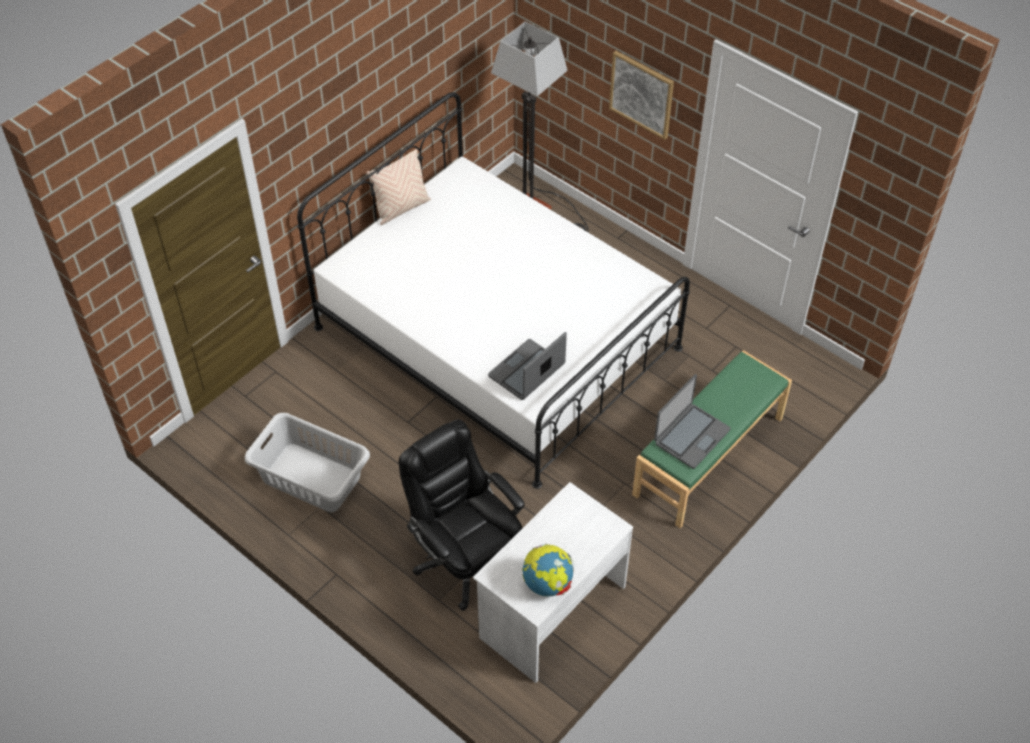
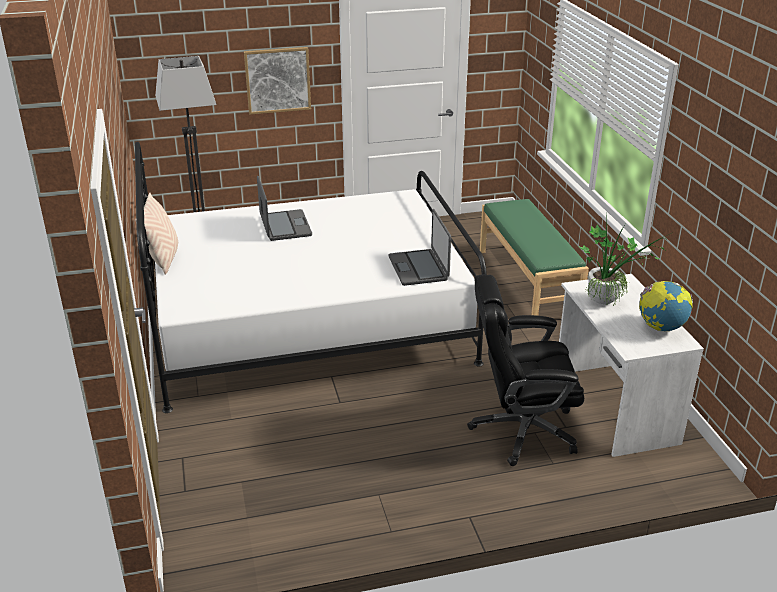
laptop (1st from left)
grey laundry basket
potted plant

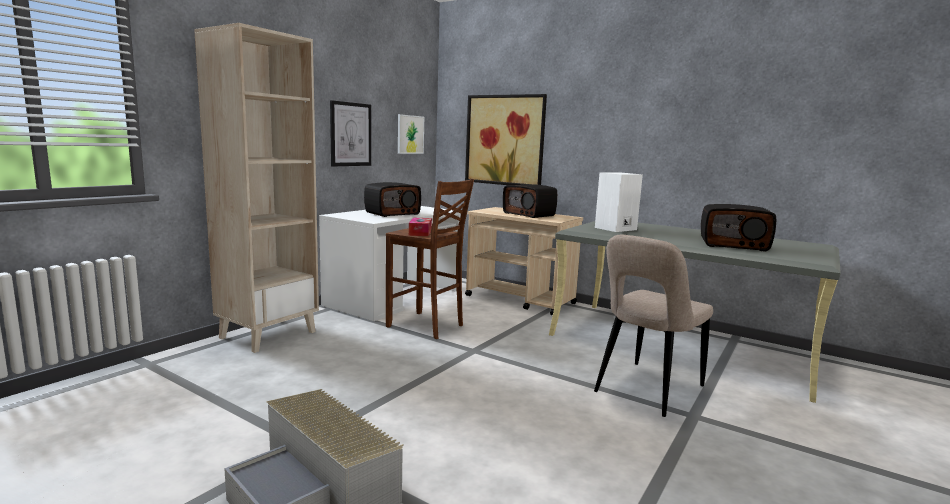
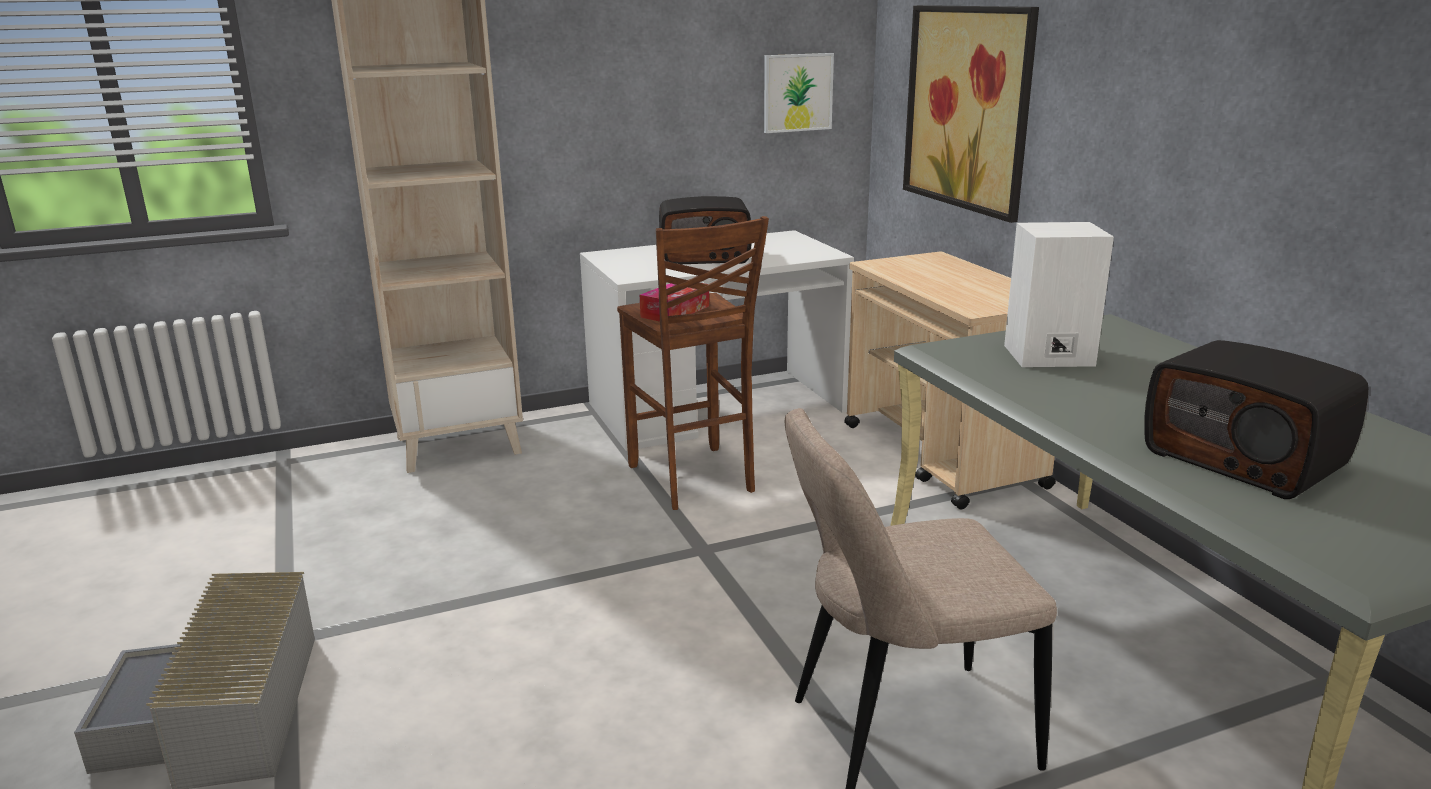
picture (1st from left in the first image)
radio (2nd from left in the first image)

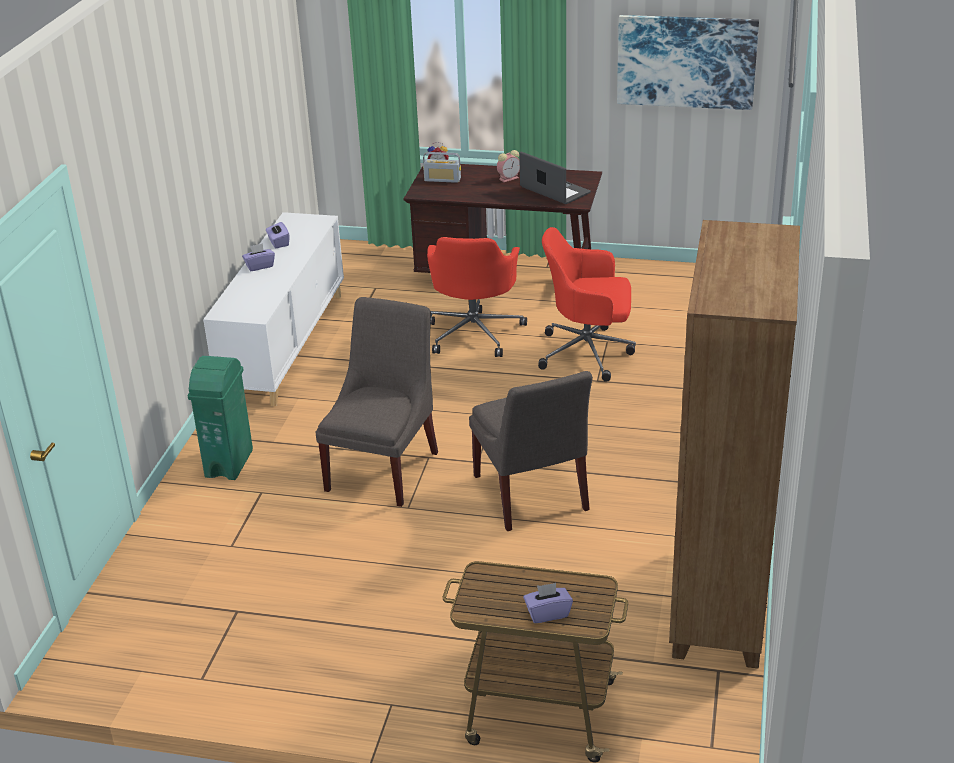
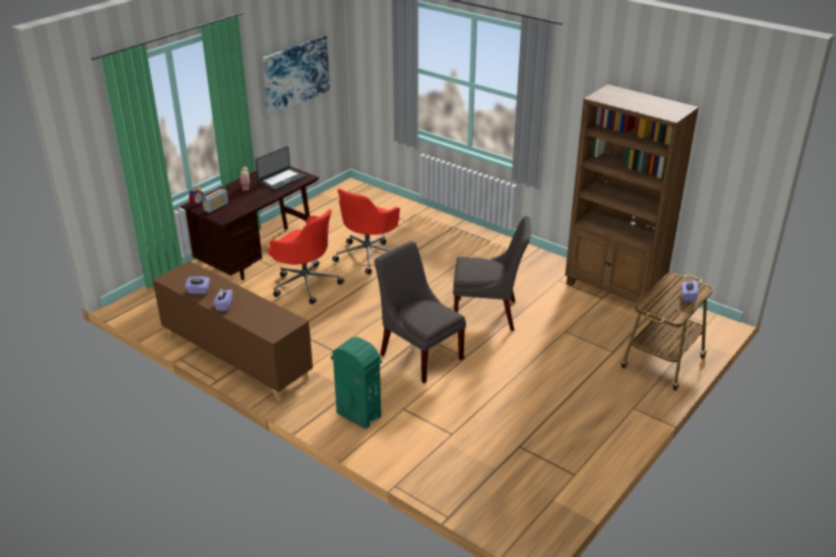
laptop
brown cabinet

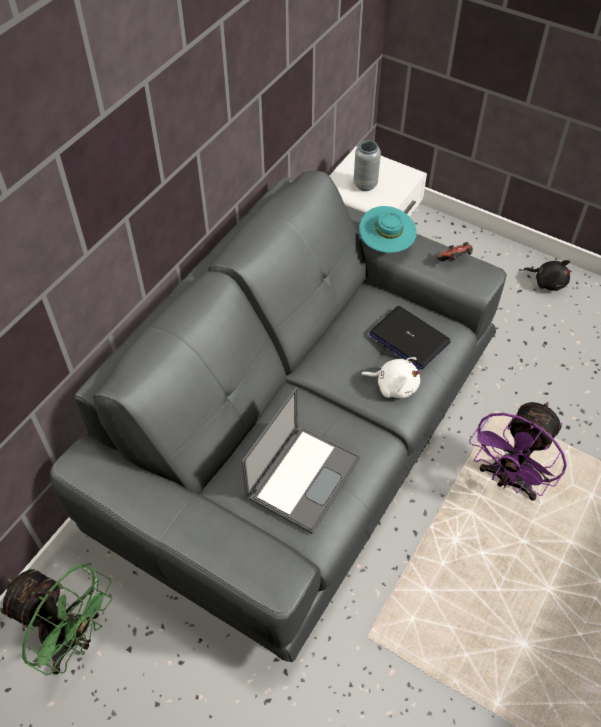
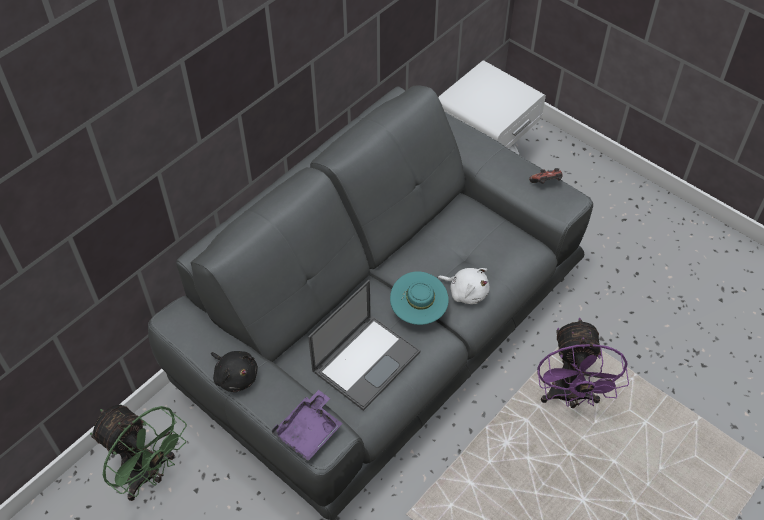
grey vase
turquoise hat
black plush toy
laptop (2nd from left in the first image)
purple fan
purple tray

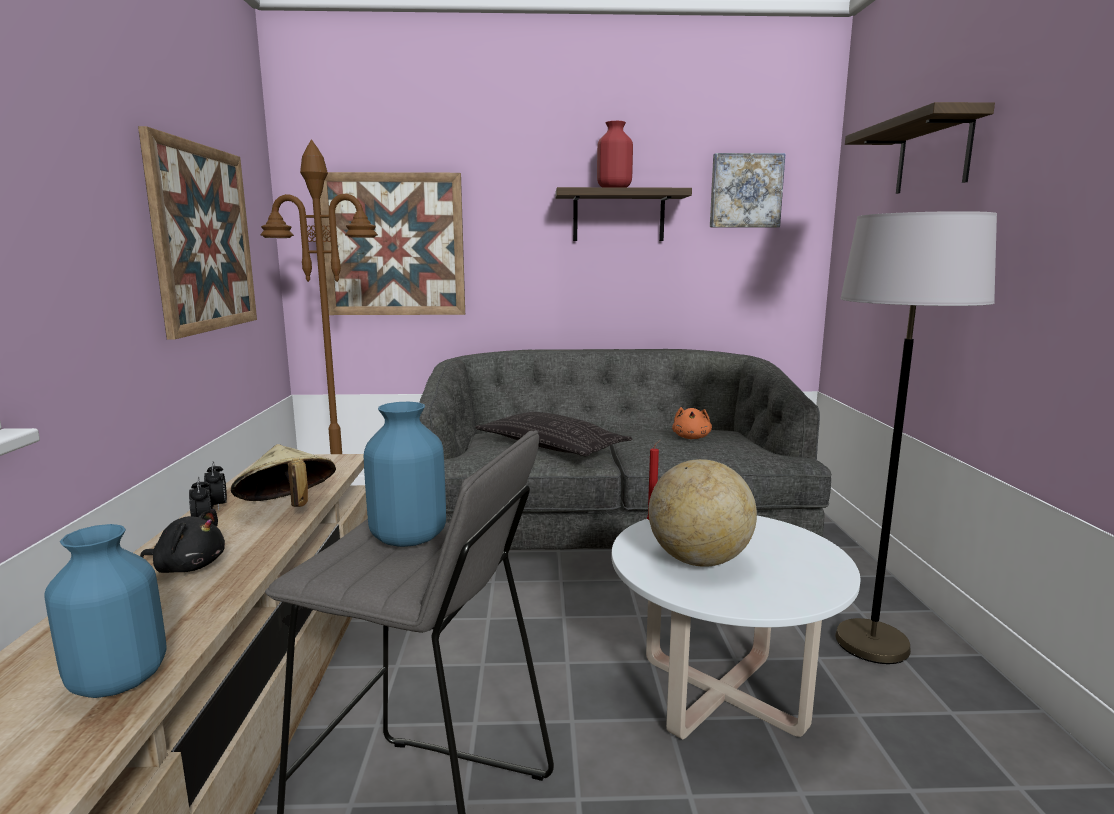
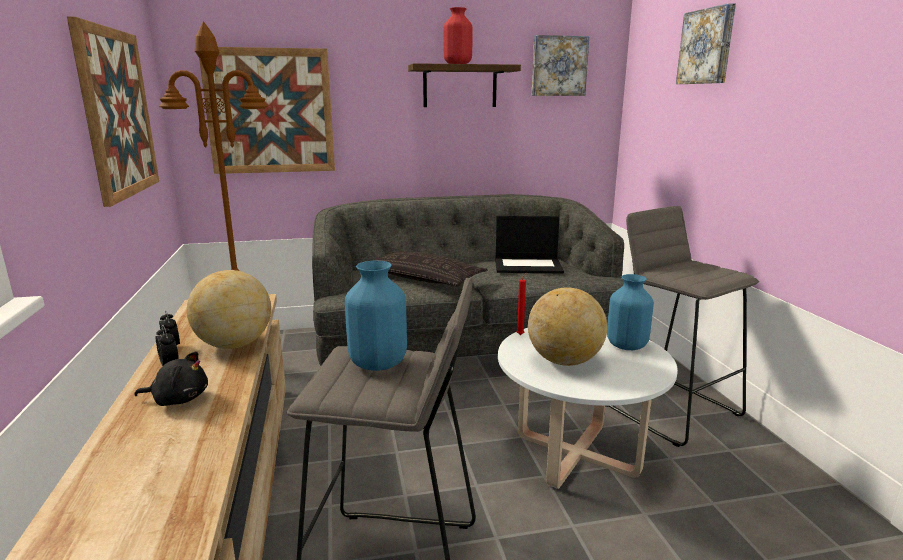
picture (4th from left)
grey stool (2nd from left)
laptop
globe (1st from left)
blue vase (2nd from left)

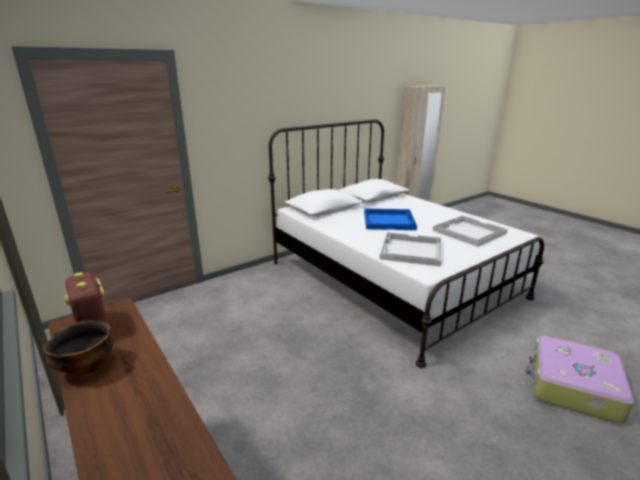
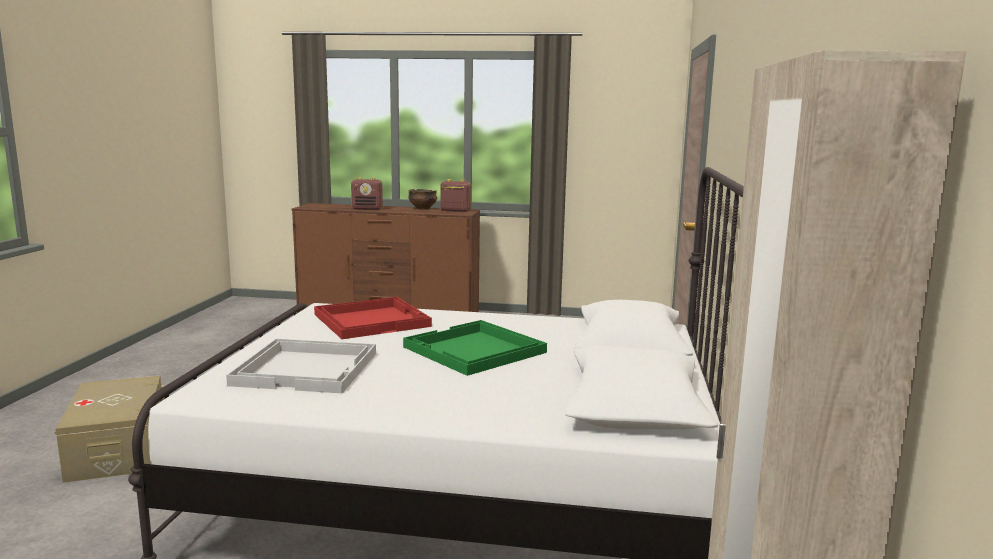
green tray
red tray
beige storage box
radio (1st from left)

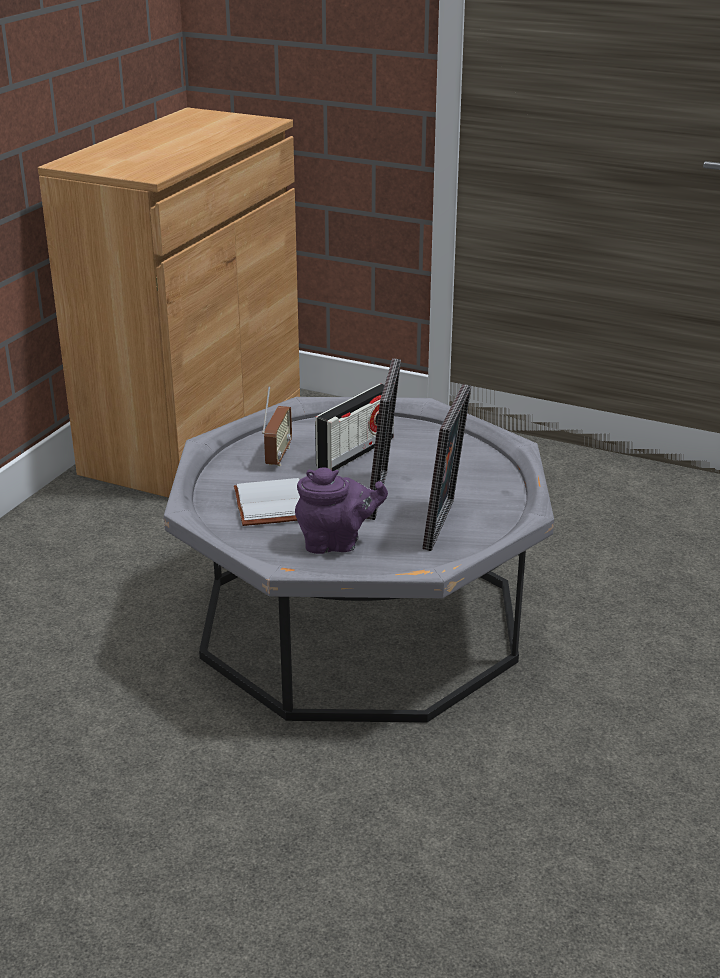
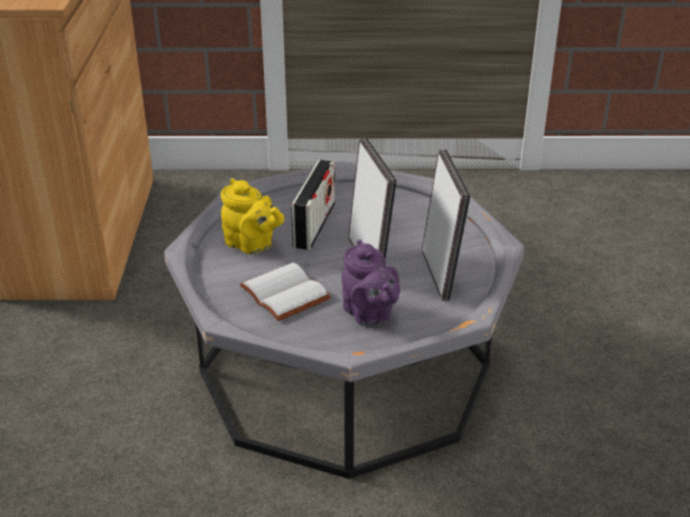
yellow teapot
purple teapot

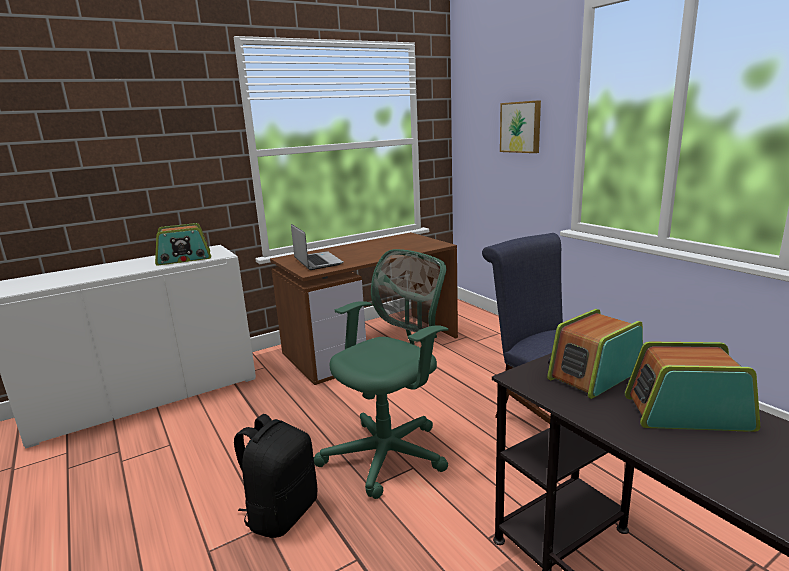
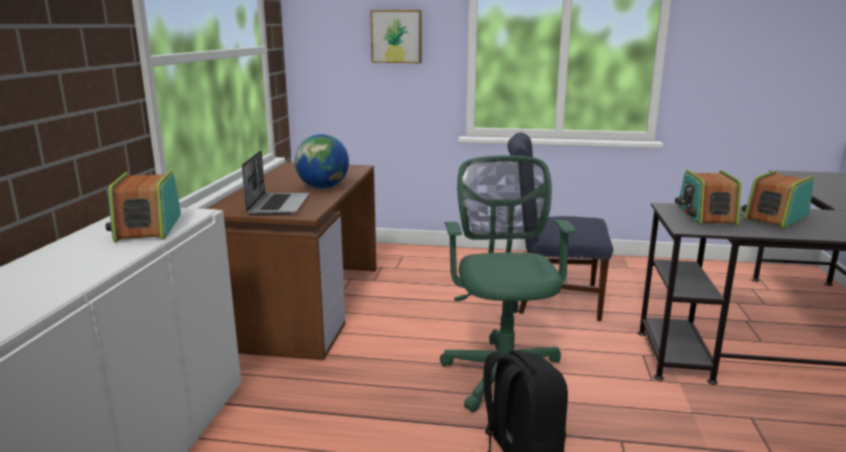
radio (1st from left)
laptop
globe

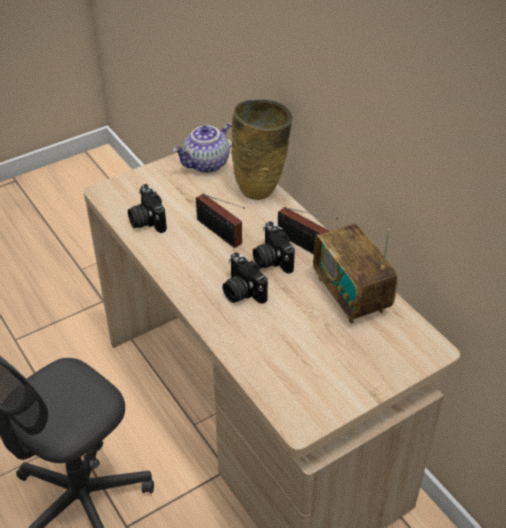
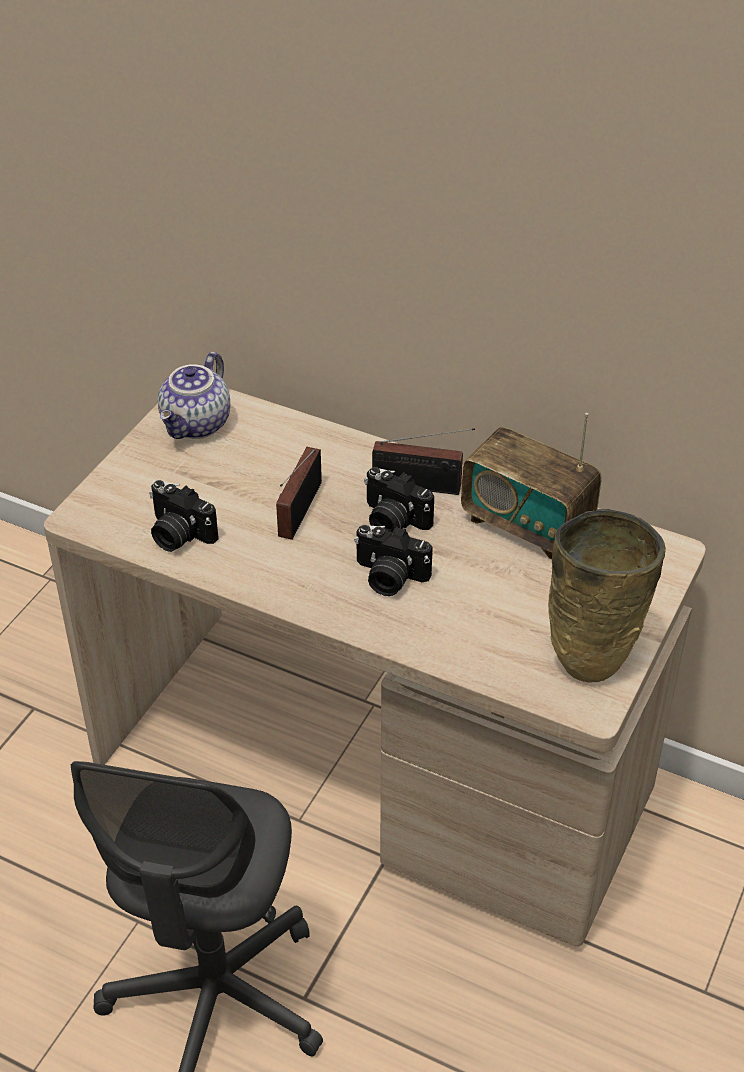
beige vase
radio (1st from left)

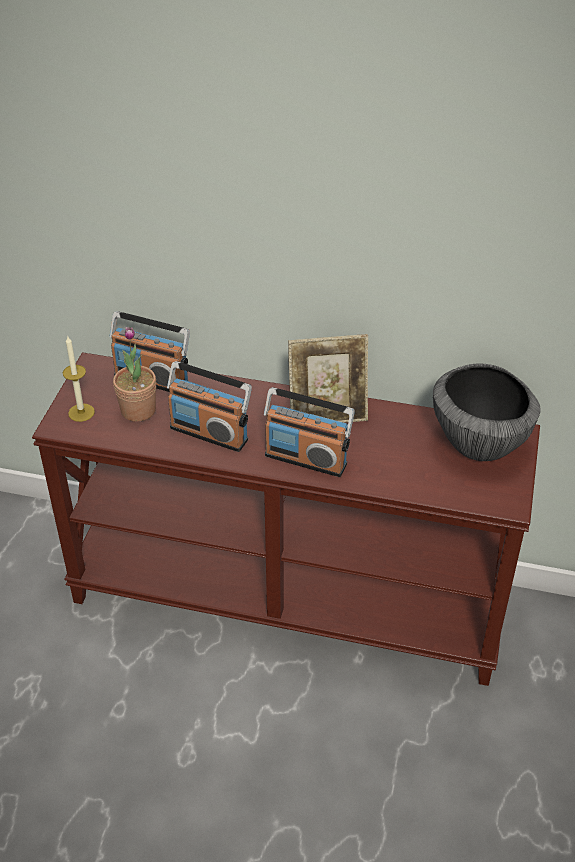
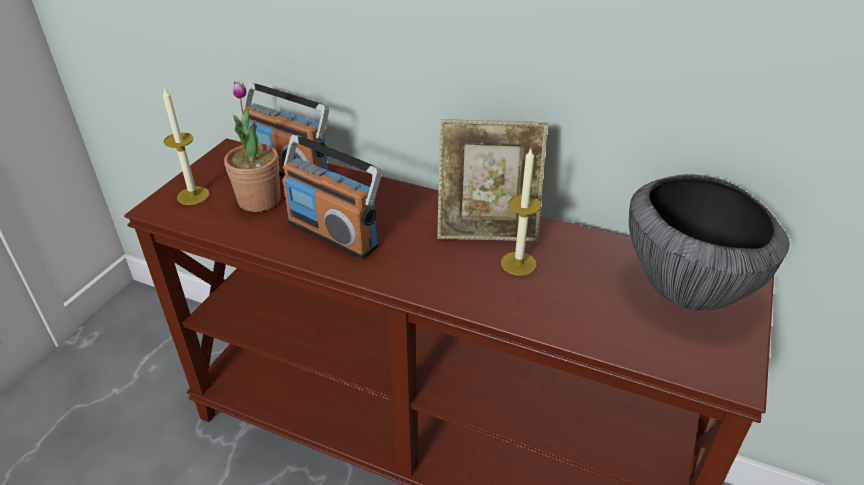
radio (3rd from left in the first image)
candle (2nd from left)

